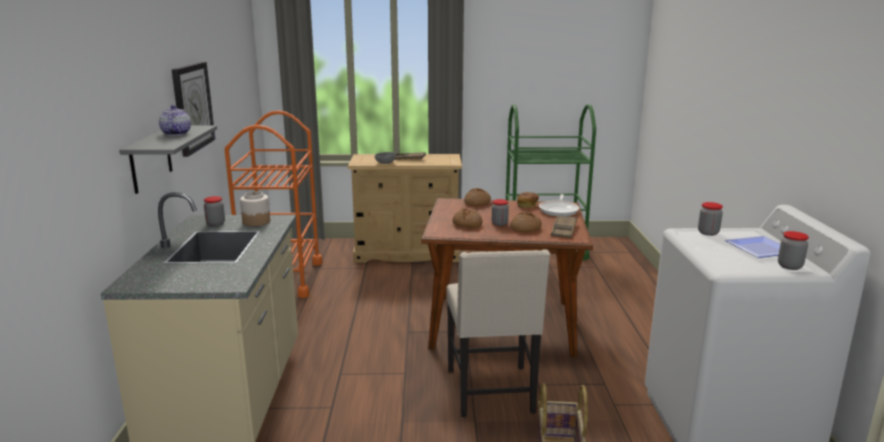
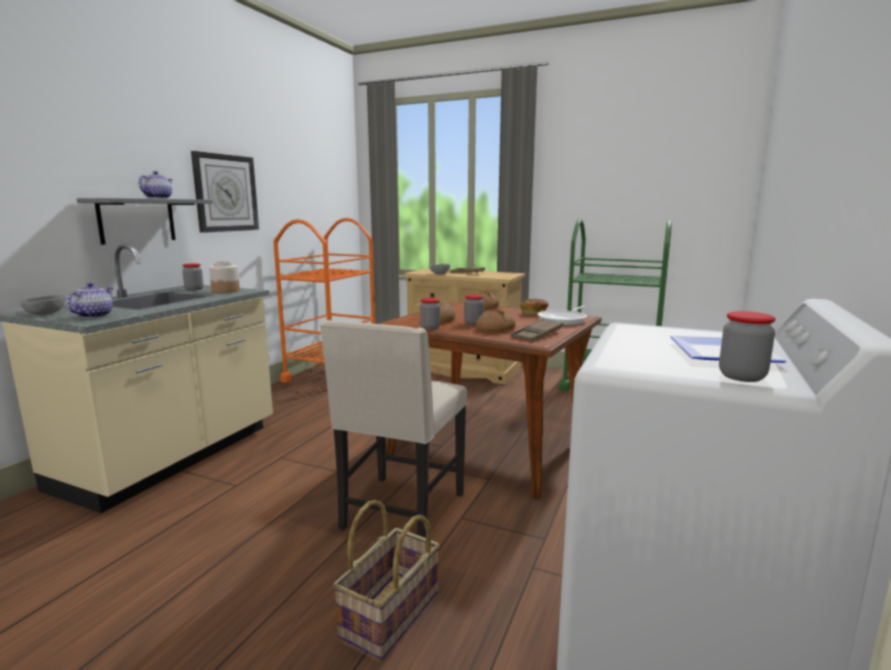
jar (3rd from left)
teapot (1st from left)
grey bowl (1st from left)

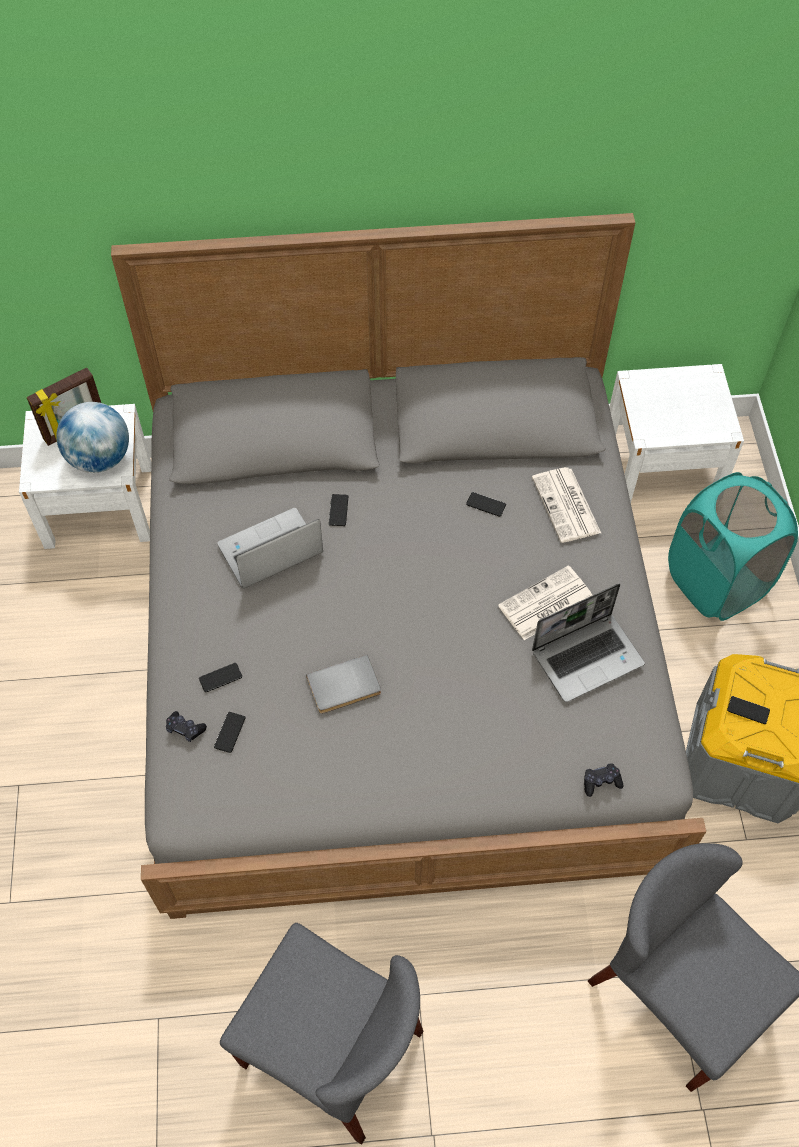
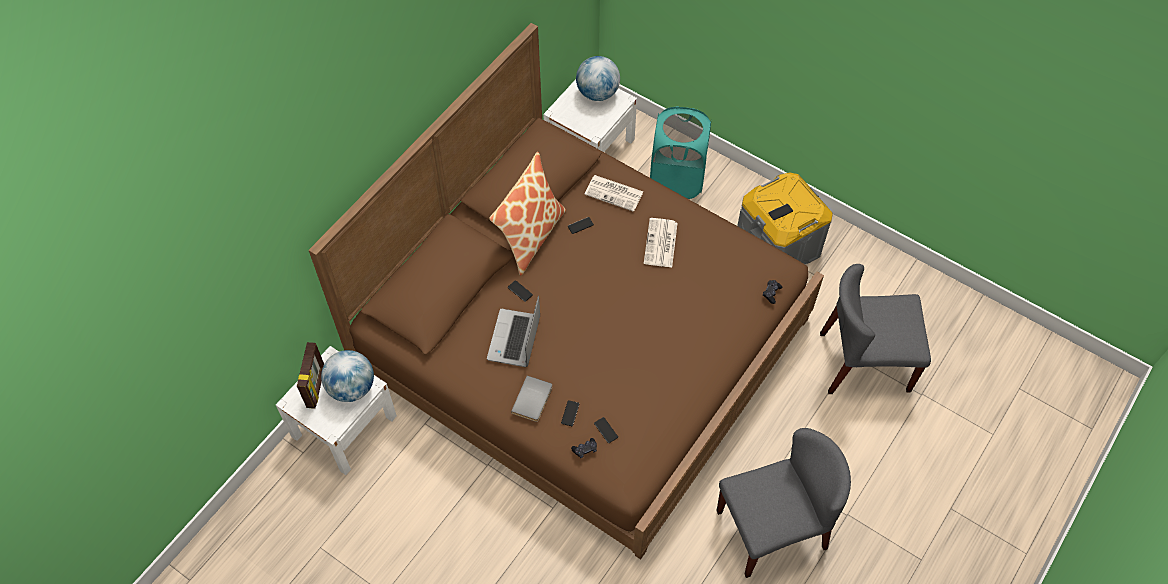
brown bed
laptop (2nd from left in the first image)
grey book
globe (2nd from left)
pillow

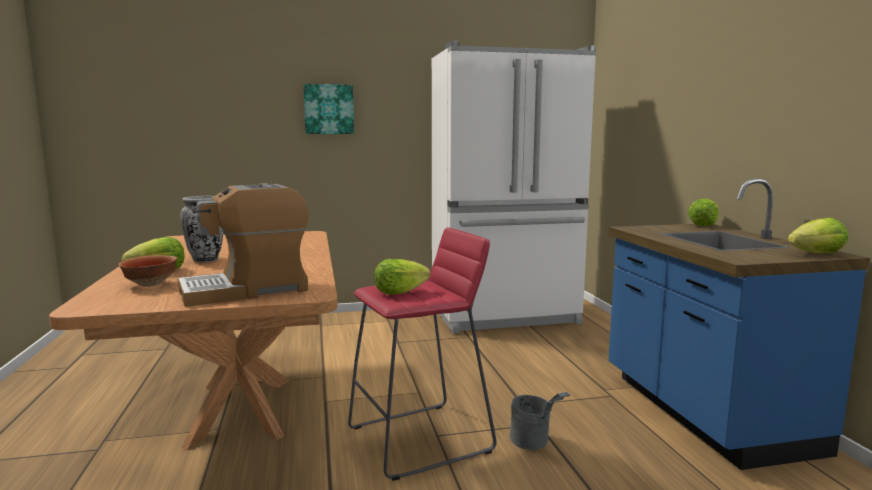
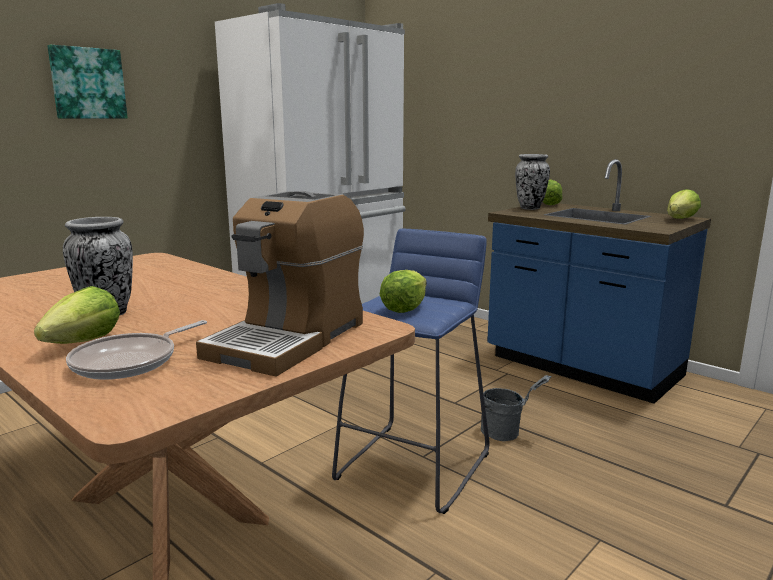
blue stool
frying pan
vase (2nd from left)

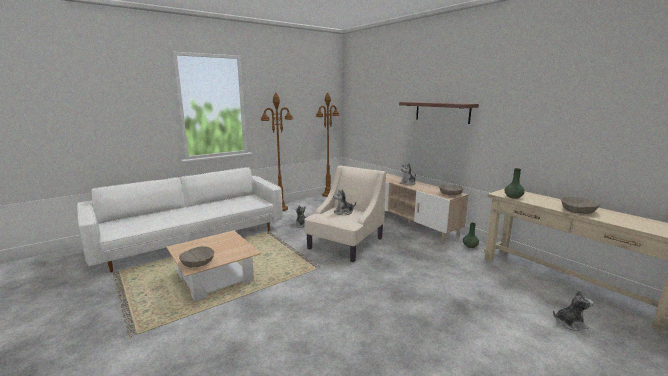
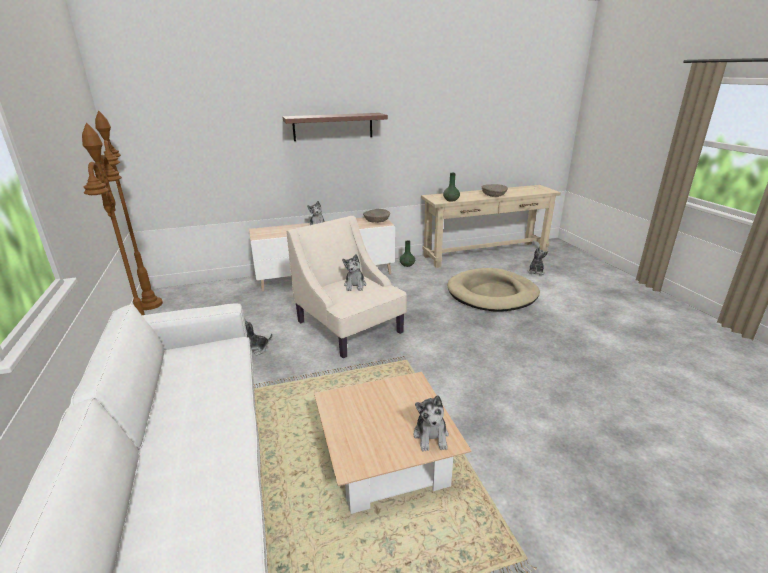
plush toy (4th from left)
beige dog bed

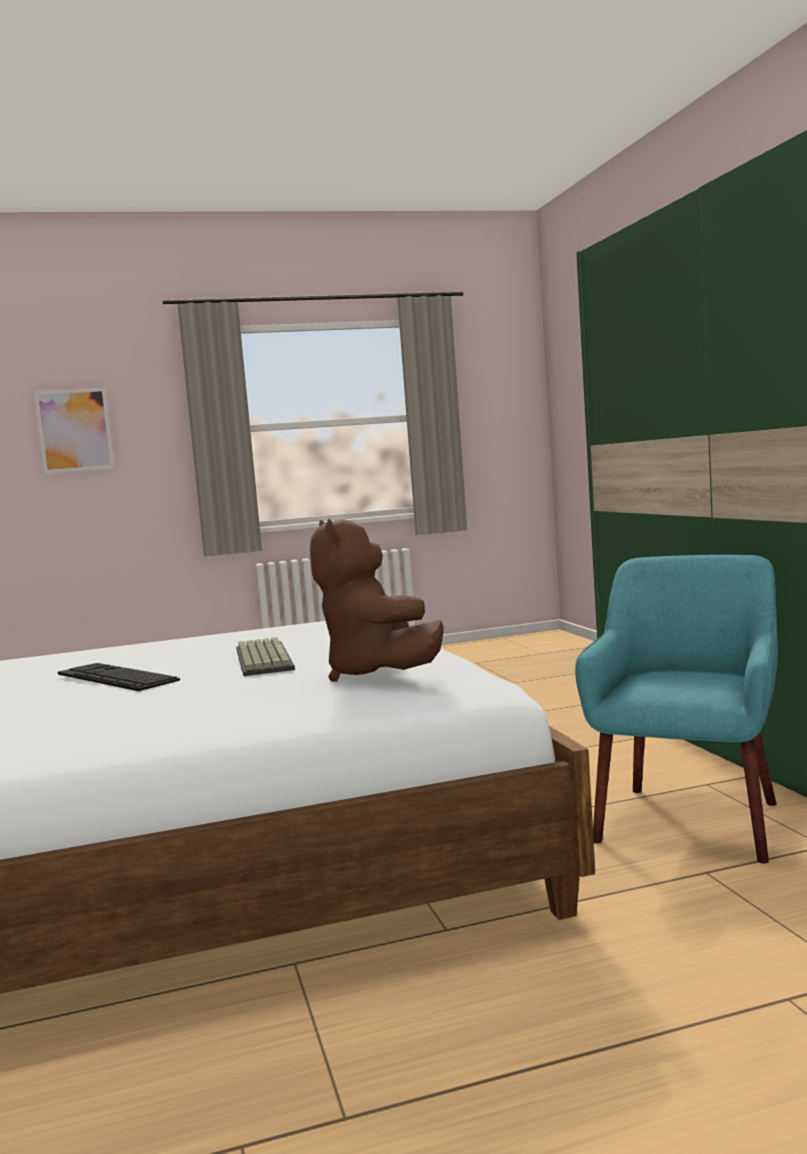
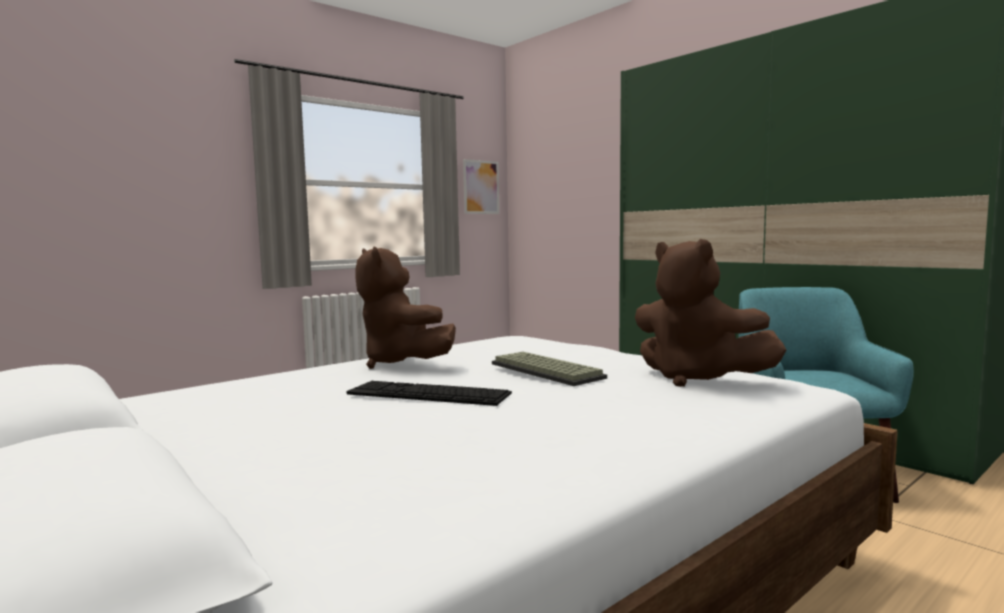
picture
brown plush toy (1st from left)

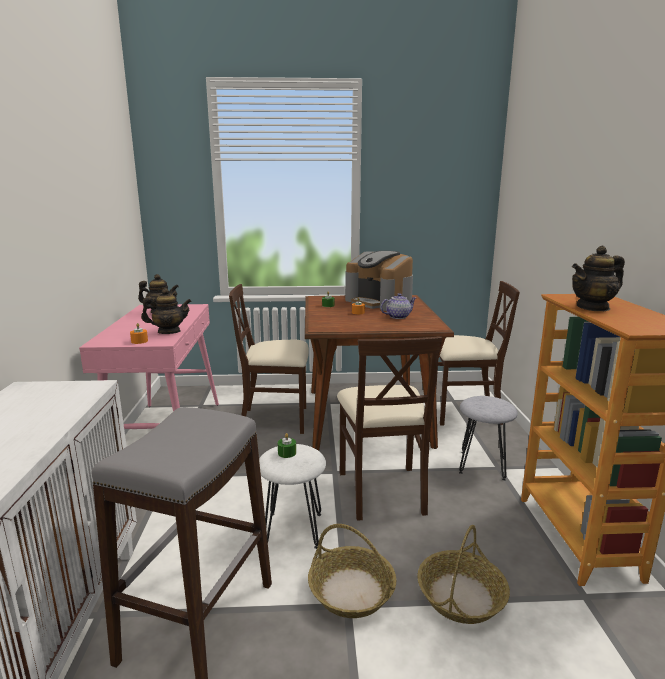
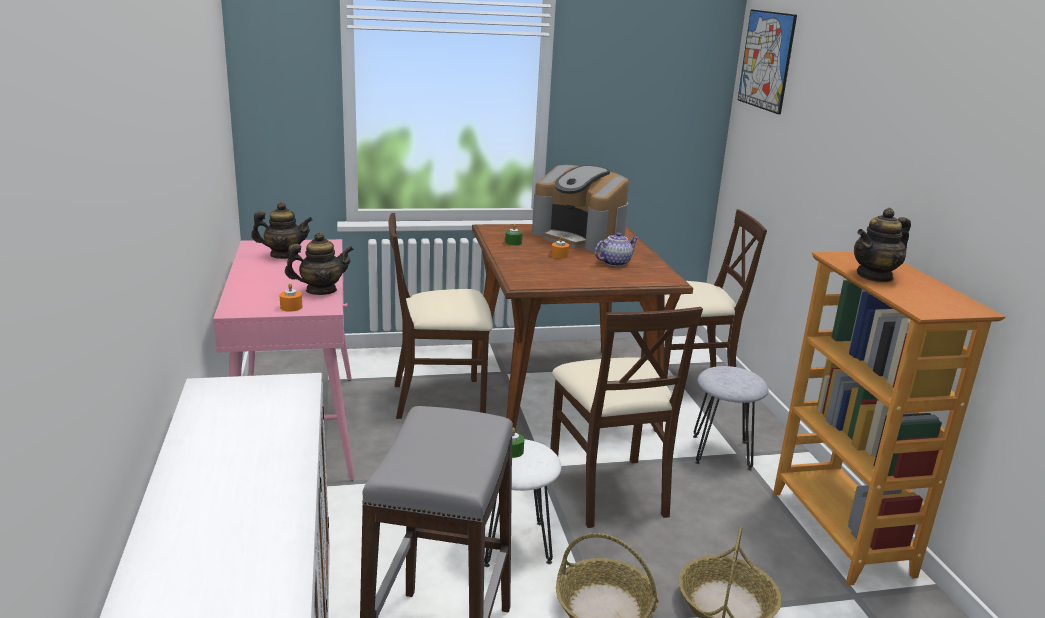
picture

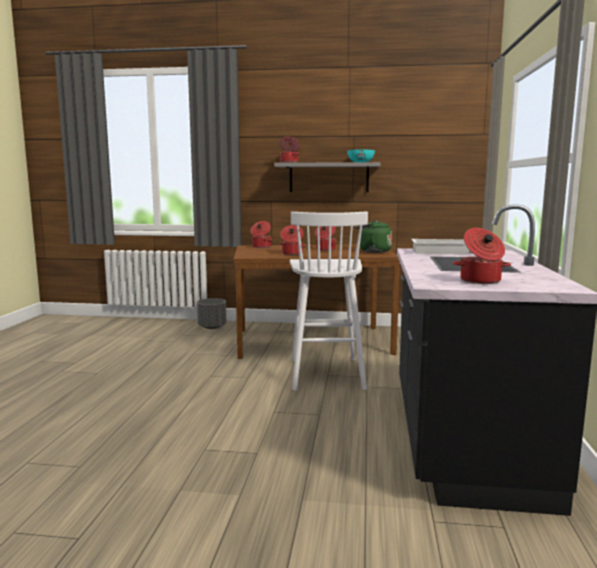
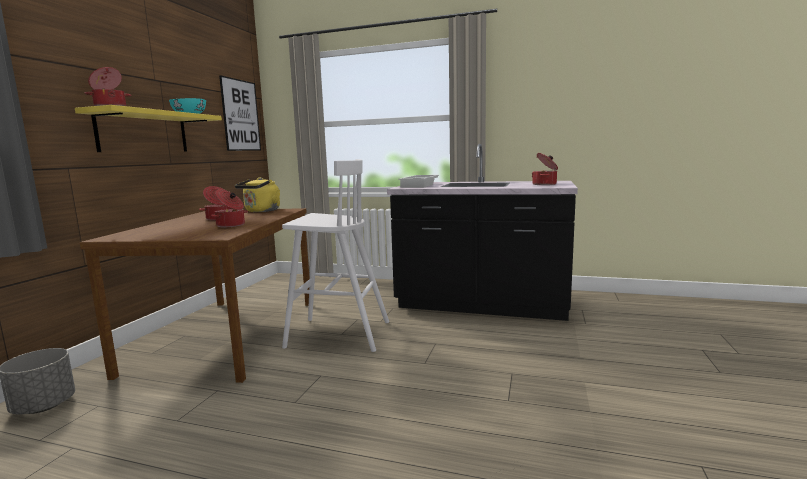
yellow shelf
yellow kettle
cooking pot (1st from left in the first image)
picture

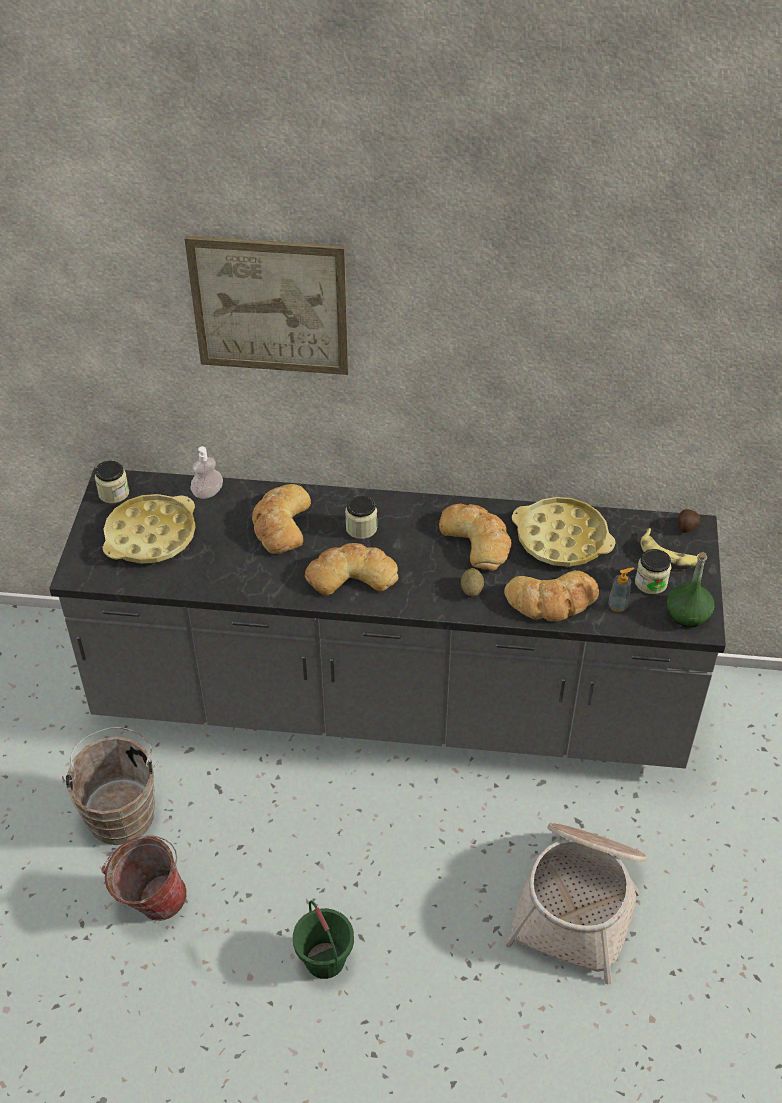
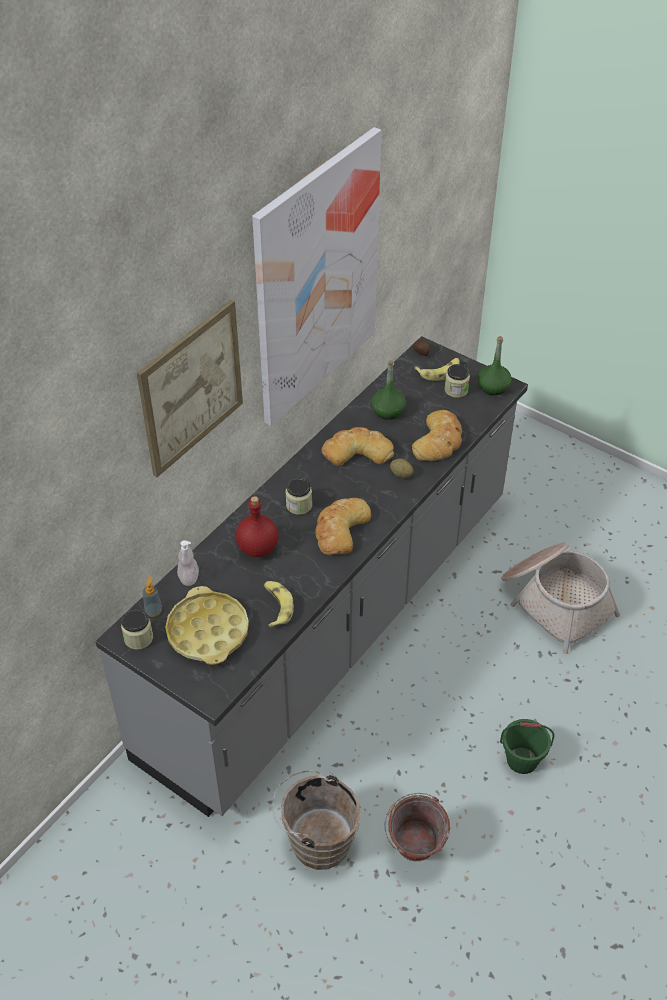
red bottle
green bottle (1st from left)
soap dispenser (1st from left)
picture (2nd from left)
banana (1st from left)

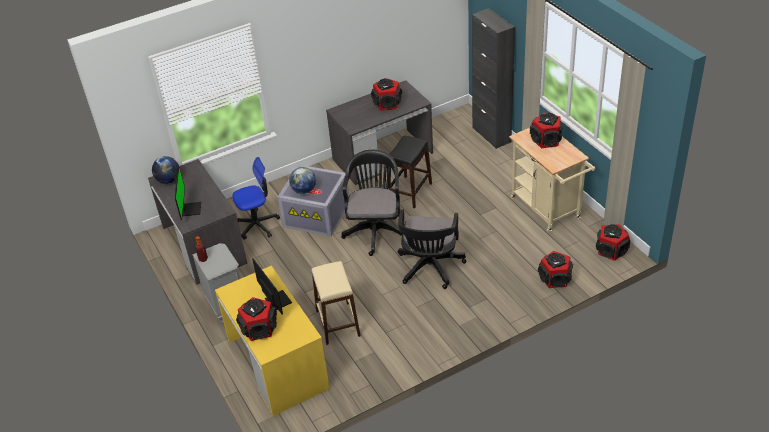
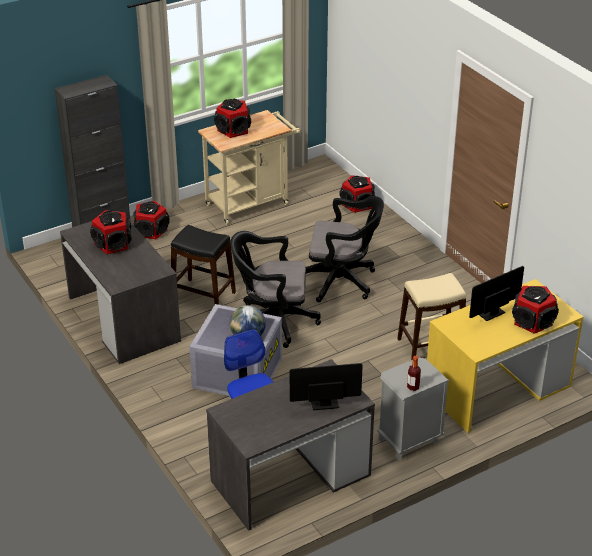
globe (1st from left in the first image)
speaker (2nd from left)

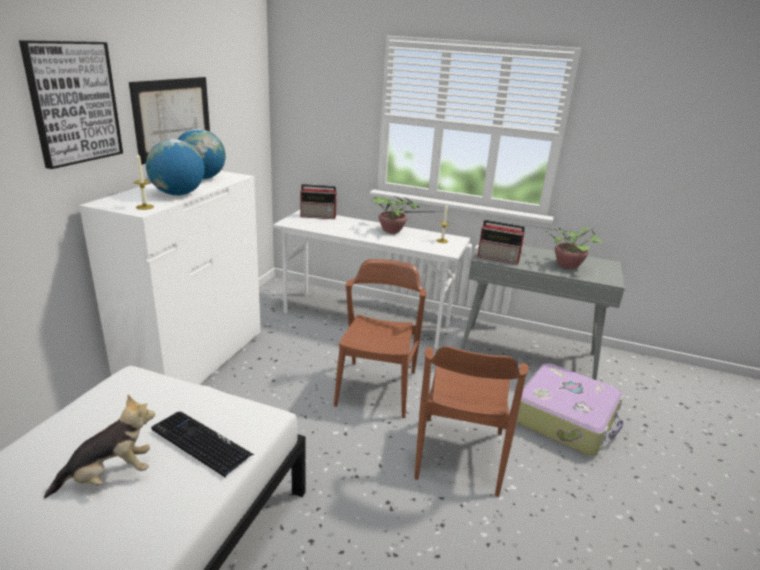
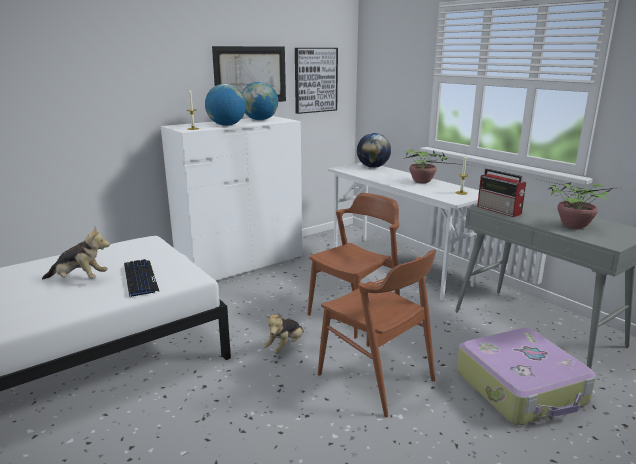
picture (2nd from left)
globe (3rd from left)
brown chair (2nd from left)
plush toy (2nd from left)

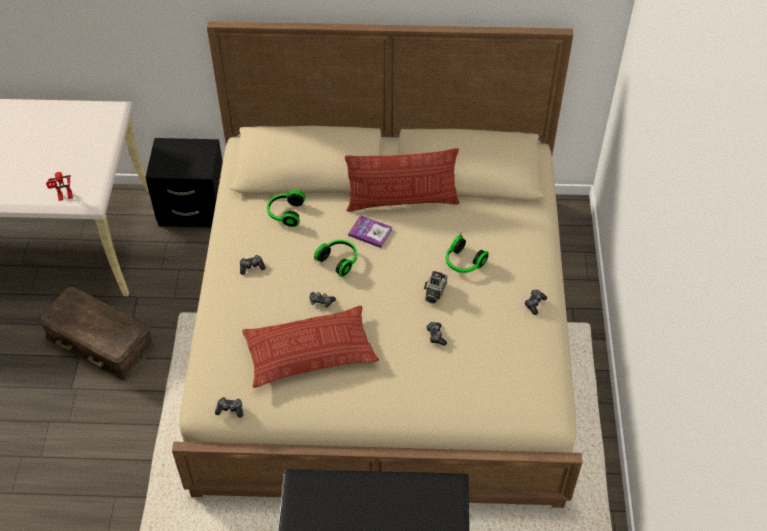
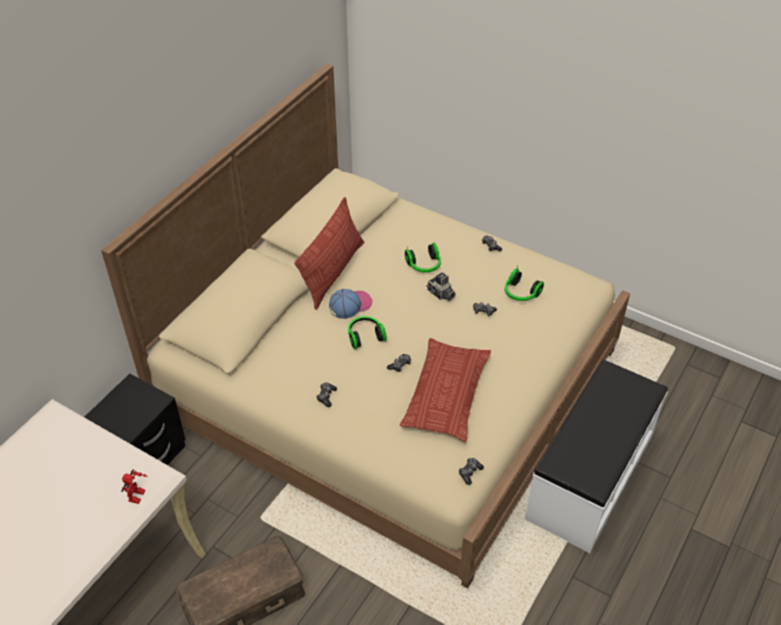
headphones (3rd from left)
cap

